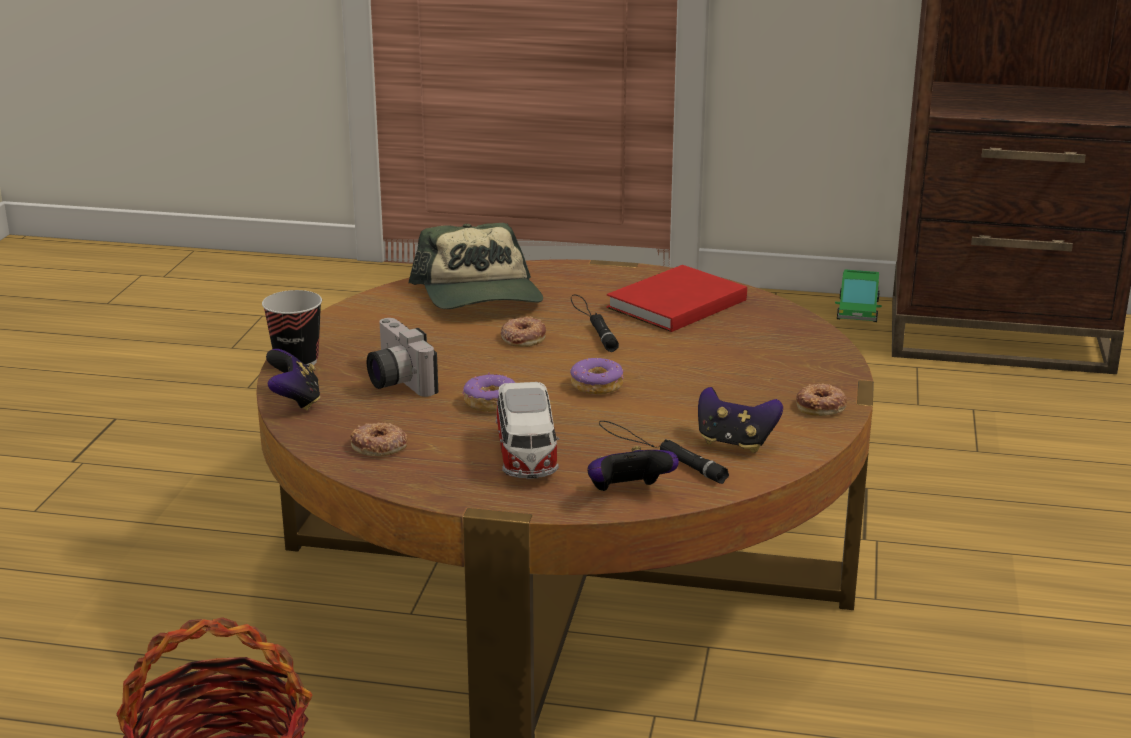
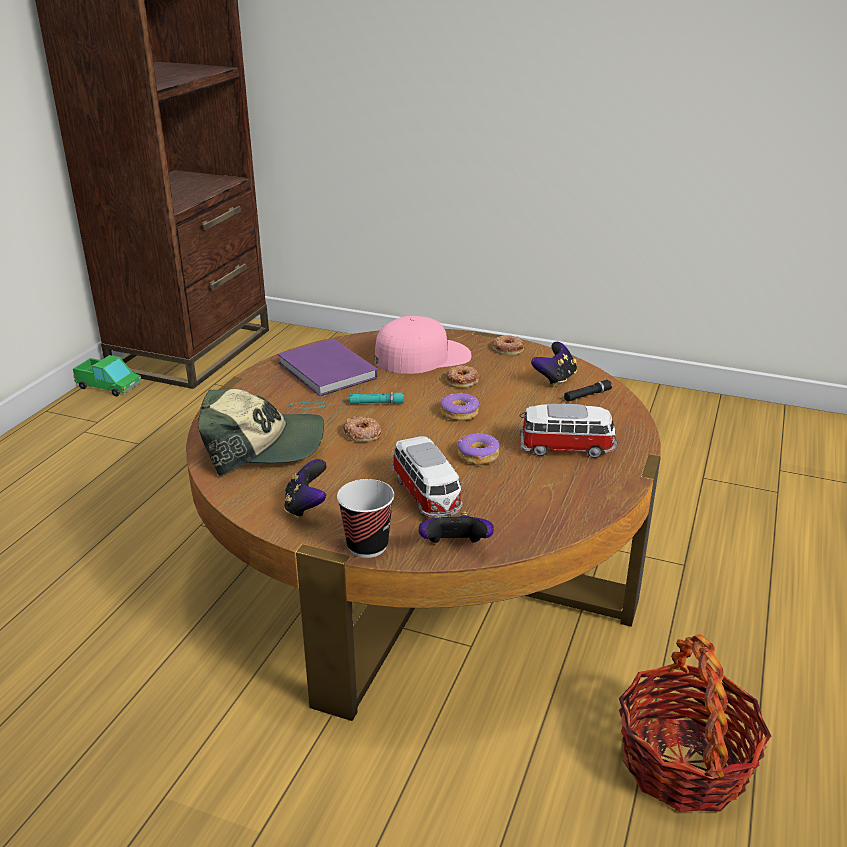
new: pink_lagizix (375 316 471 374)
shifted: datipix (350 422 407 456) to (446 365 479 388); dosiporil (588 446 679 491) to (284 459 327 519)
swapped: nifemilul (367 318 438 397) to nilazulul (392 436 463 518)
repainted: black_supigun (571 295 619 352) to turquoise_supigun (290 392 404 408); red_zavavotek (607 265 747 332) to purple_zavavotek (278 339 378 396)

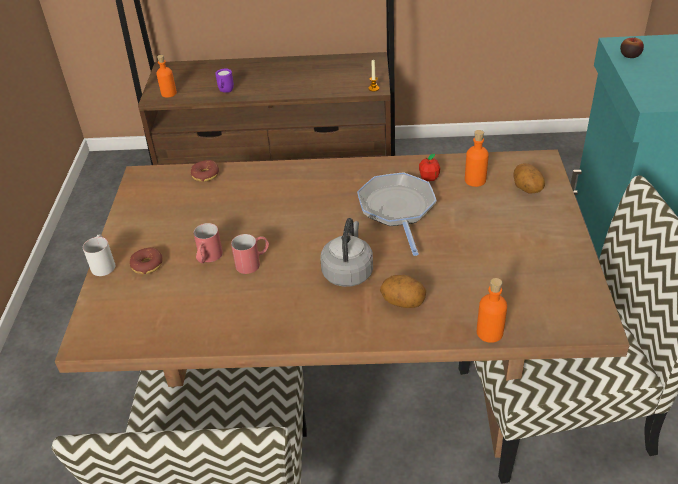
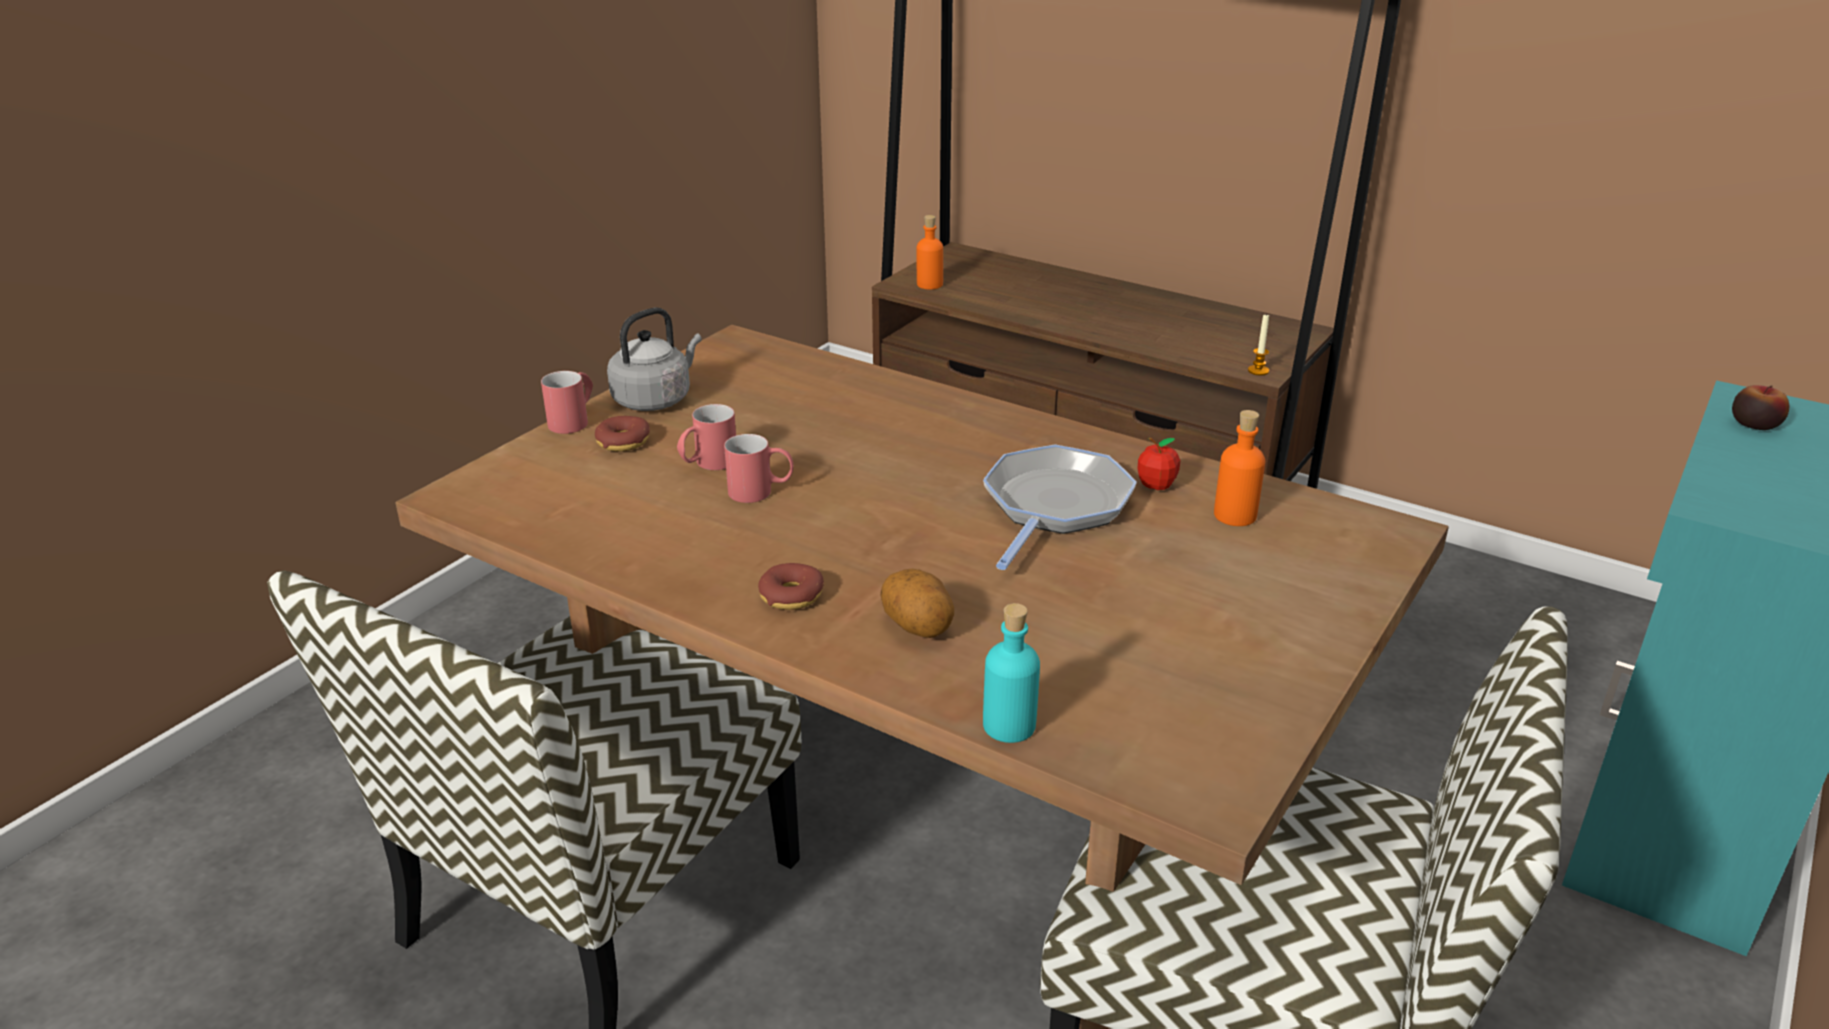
gone: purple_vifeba (215 68 234 93); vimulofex (513 163 545 193)
shifted: datipix (191 160 219 182) to (758 563 824 610); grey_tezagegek (320 218 373 287) to (607 307 701 411)
repainted: white_vifeba (83 235 115 276) to red_vifeba (541 371 593 434); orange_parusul (477 278 507 343) to turquoise_parusul (983 603 1040 743)

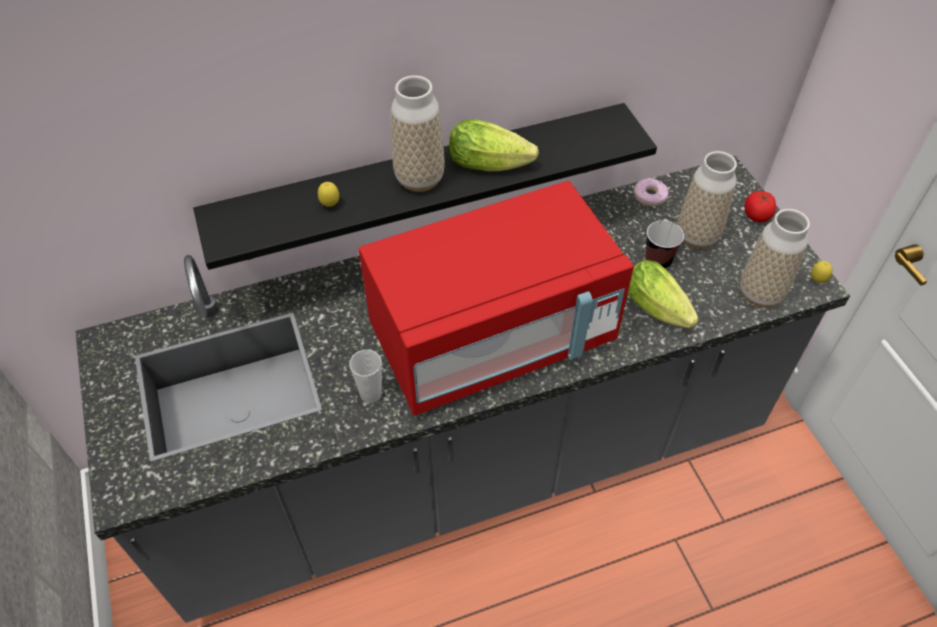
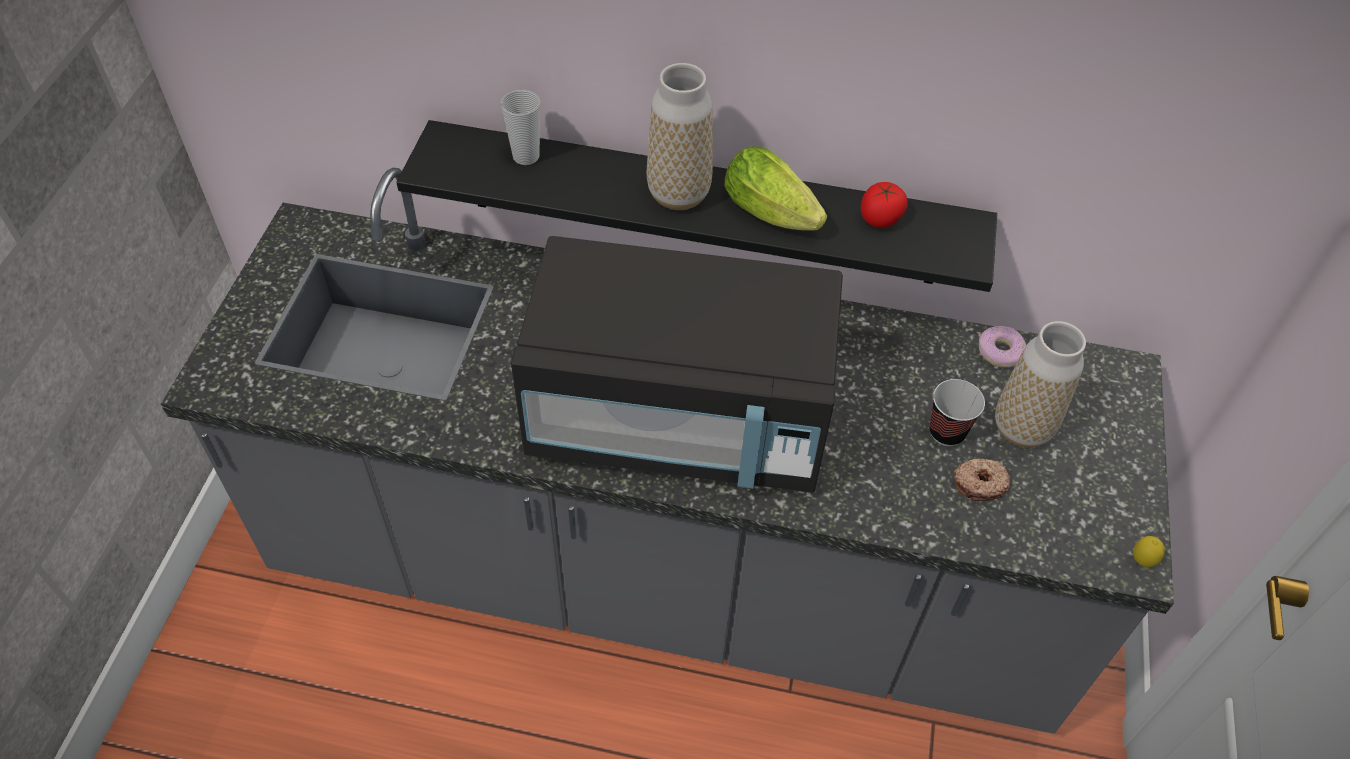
gone: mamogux (318 182 339 207); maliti (628 260 699 328); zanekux (740 209 810 307)
new: datipix (954 459 1010 501)
shifted: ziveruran (349 350 382 403) to (501 89 540 165); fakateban (745 191 776 222) to (861 182 908 228)
repainted: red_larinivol (359 181 634 416) to black_larinivol (511 236 843 493)

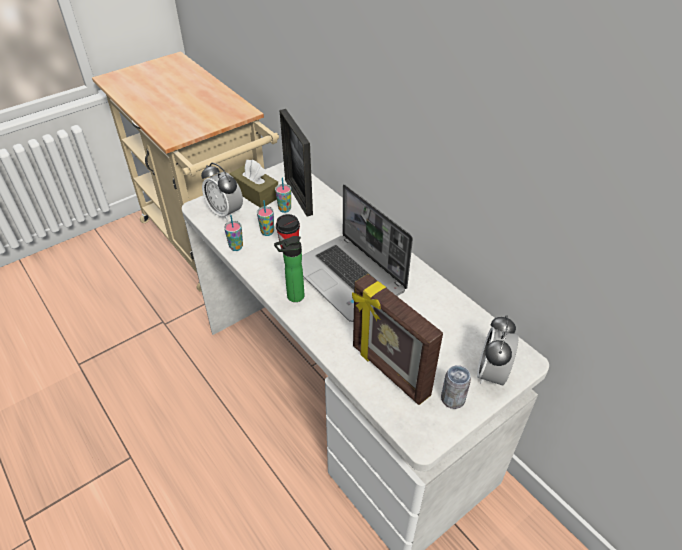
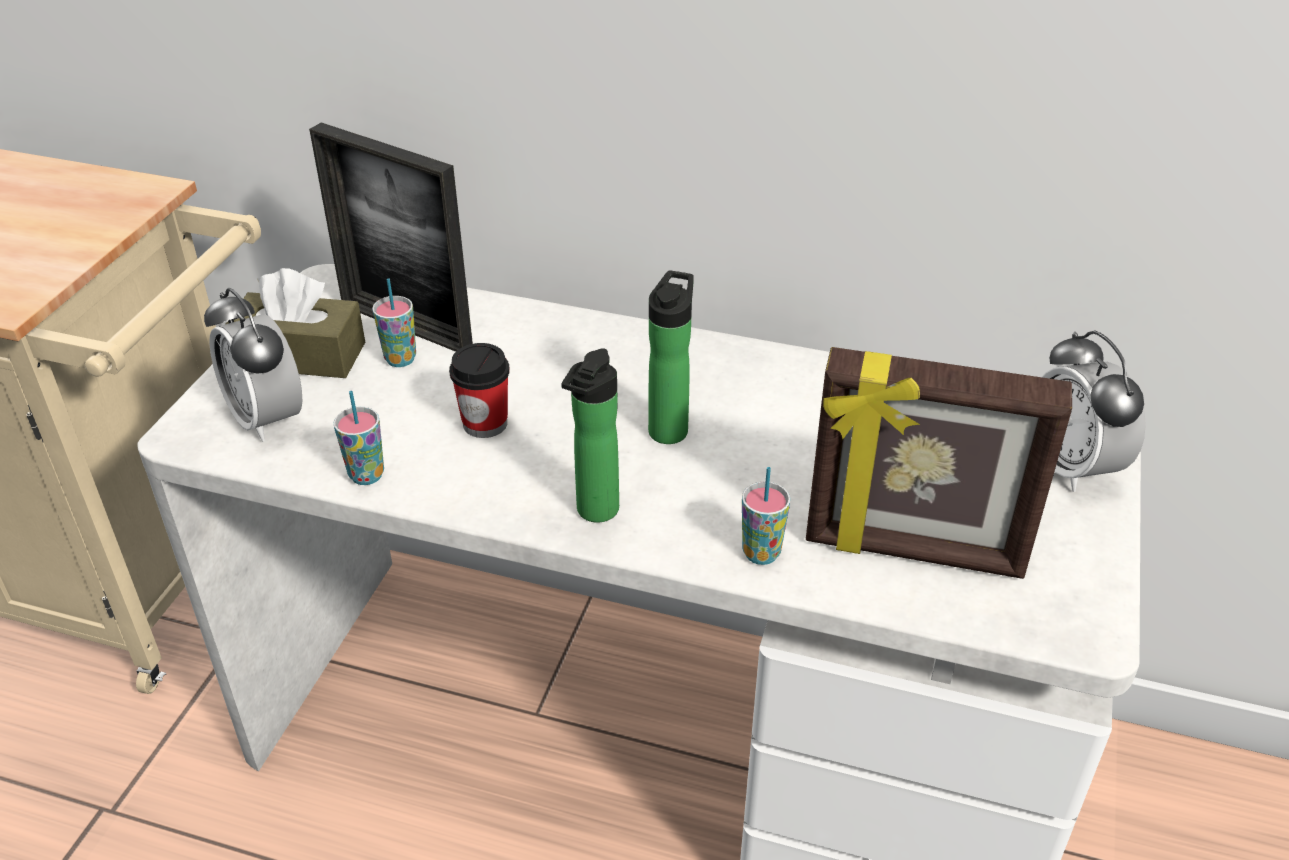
gone: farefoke (441 365 471 409)
shifted: ziveruran (257 200 274 236) to (742 467 790 565)
swapped: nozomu (302 184 413 322) to parusul (648 271 694 444)
rotated: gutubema (201 163 243 221) = (204 288 302 442) 45 degrees clockwise

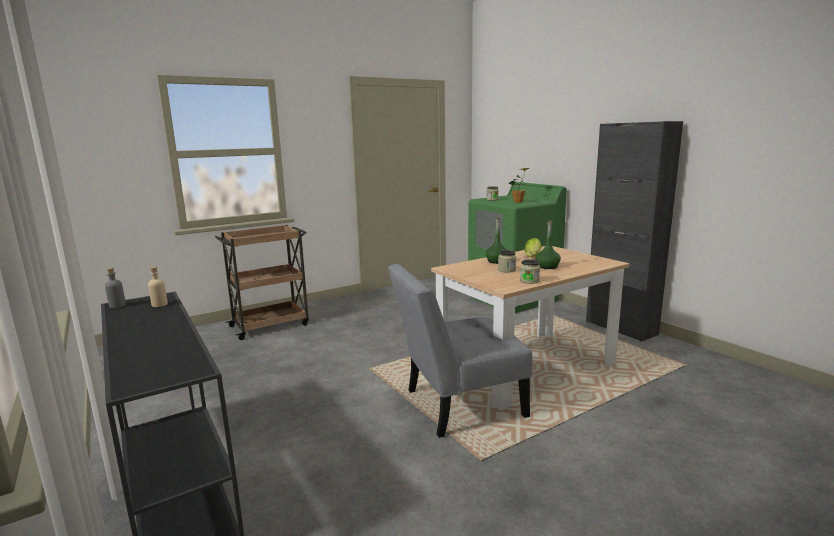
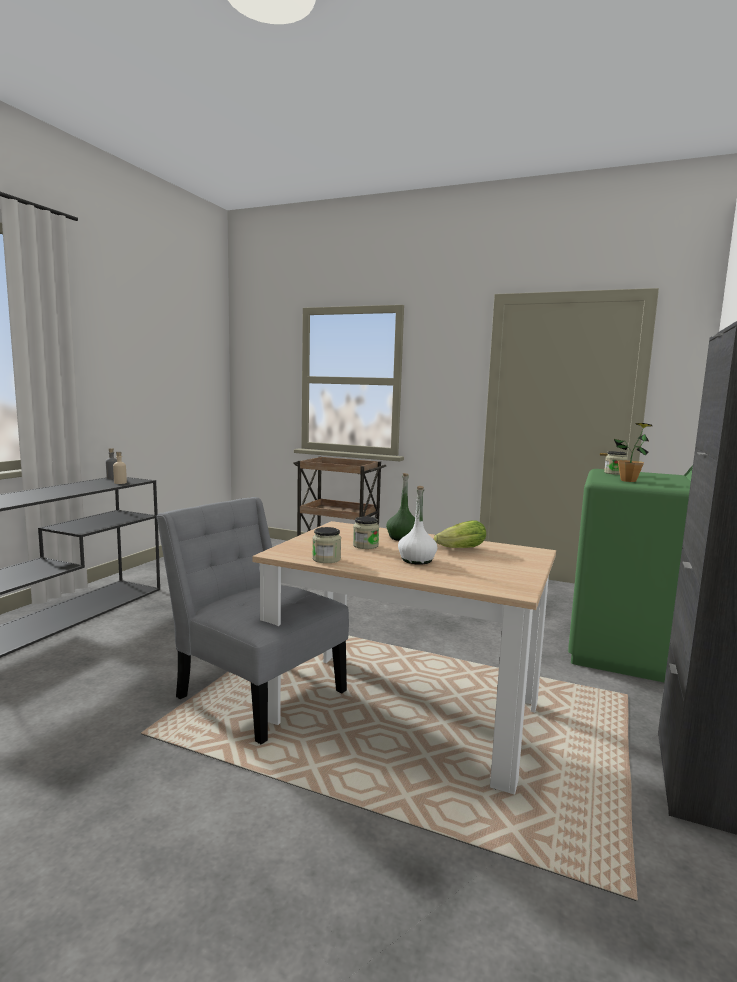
repainted: green_parusul (536 221 561 269) to white_parusul (398 486 438 565)

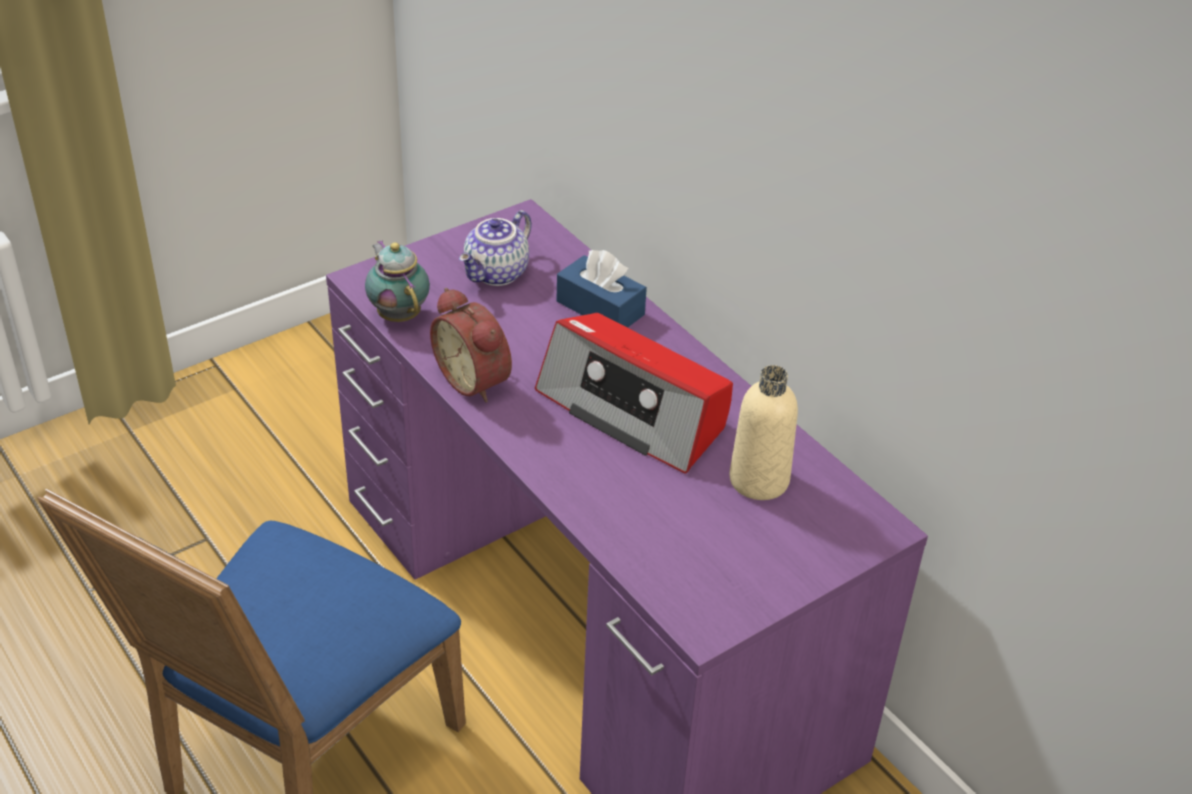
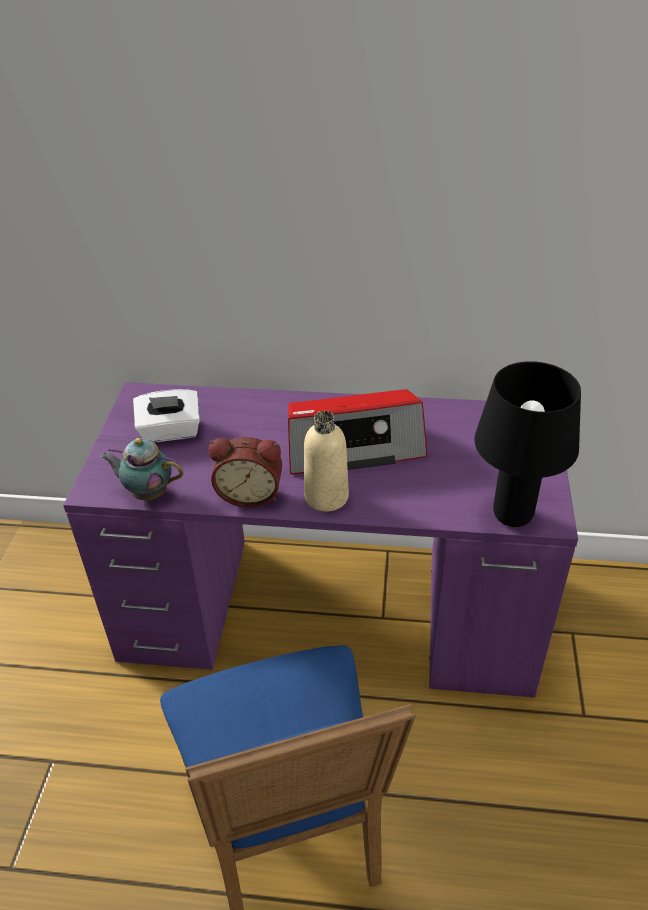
gone: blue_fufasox (557 250 647 328)
new: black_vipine (474 361 581 527)
shifted: beige_parusul (729 365 798 500) to (304 411 349 512)
swapped: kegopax (459 210 532 286) to white_fufasox (133 389 200 443)

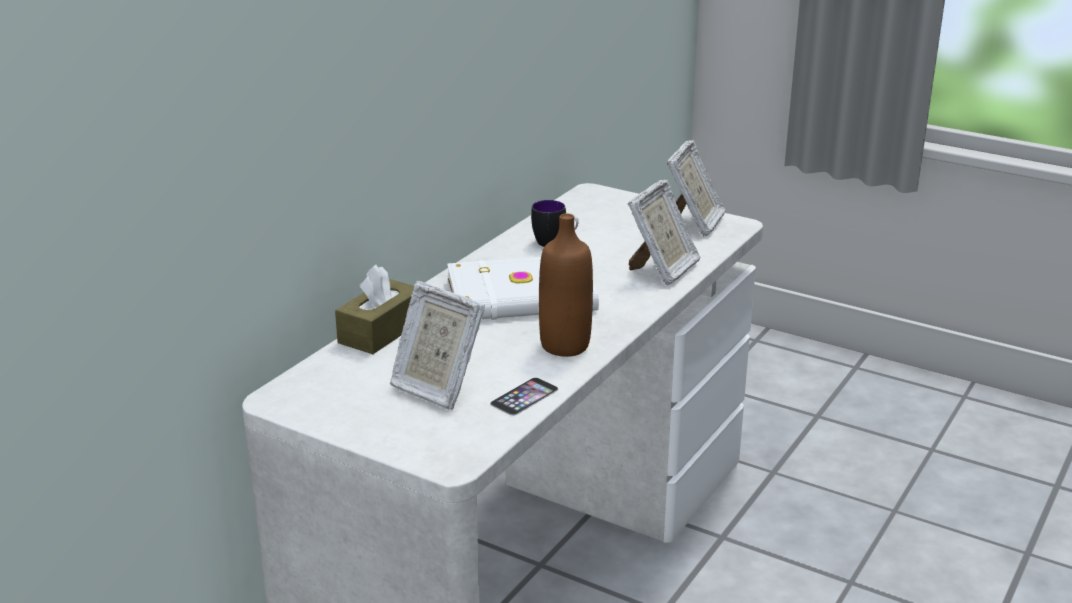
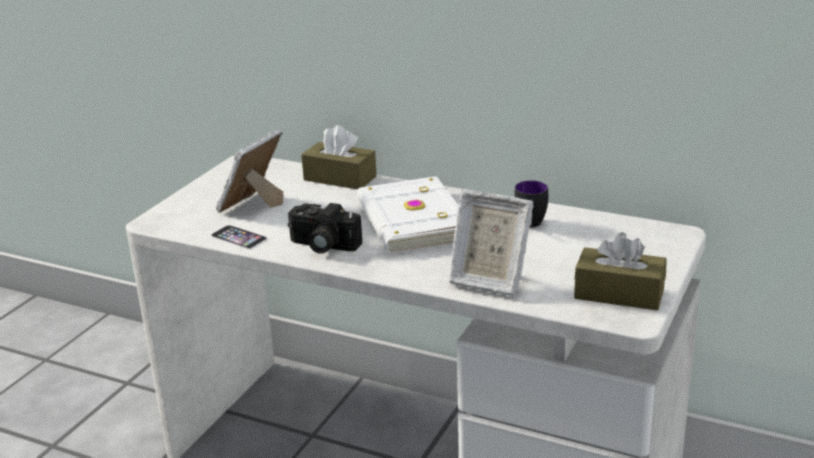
swapped: brown_parusul (539 213 593 357) to nifemilul (288 203 362 254); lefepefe (667 140 726 236) to brown_fufasox (574 232 667 311)

